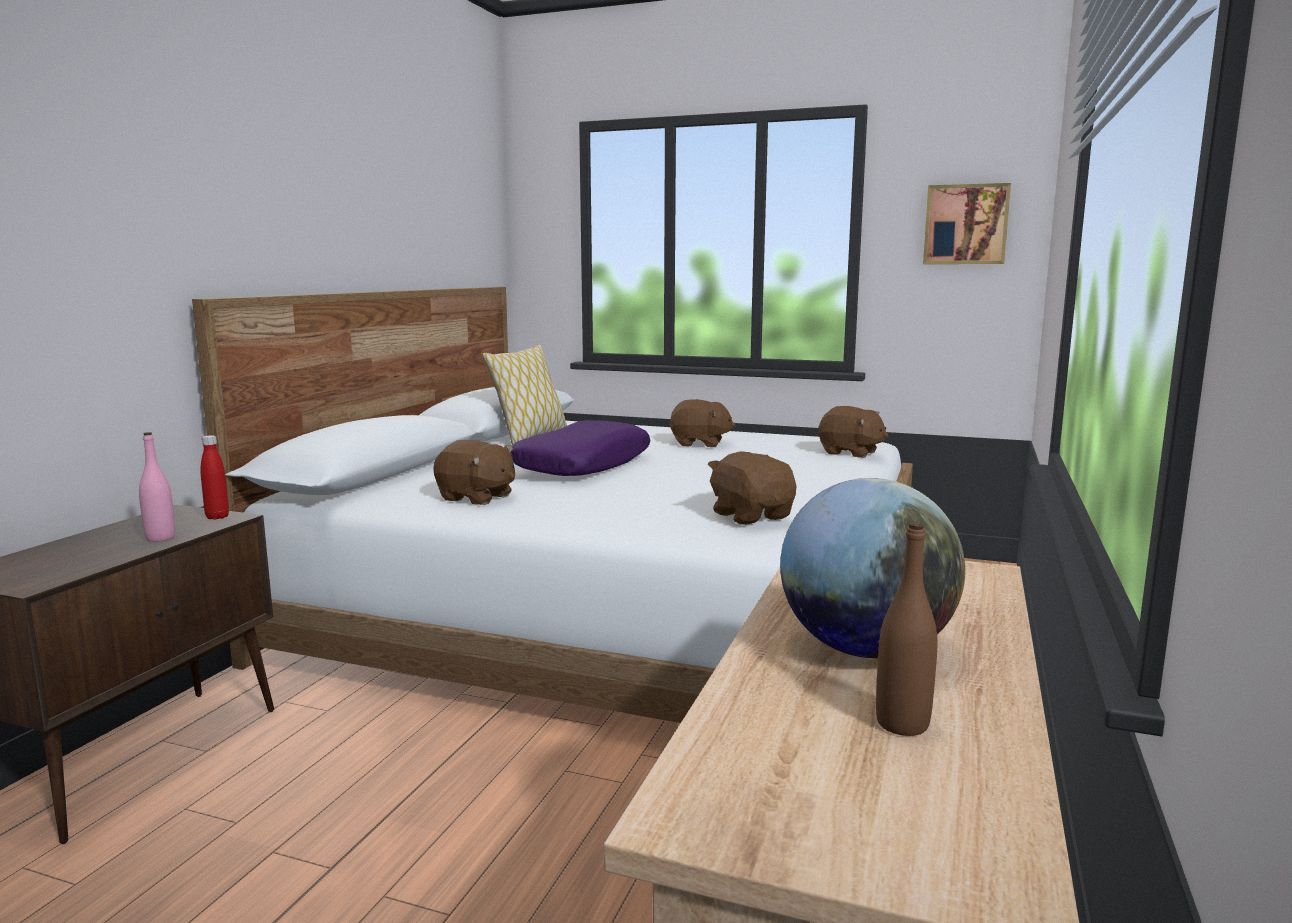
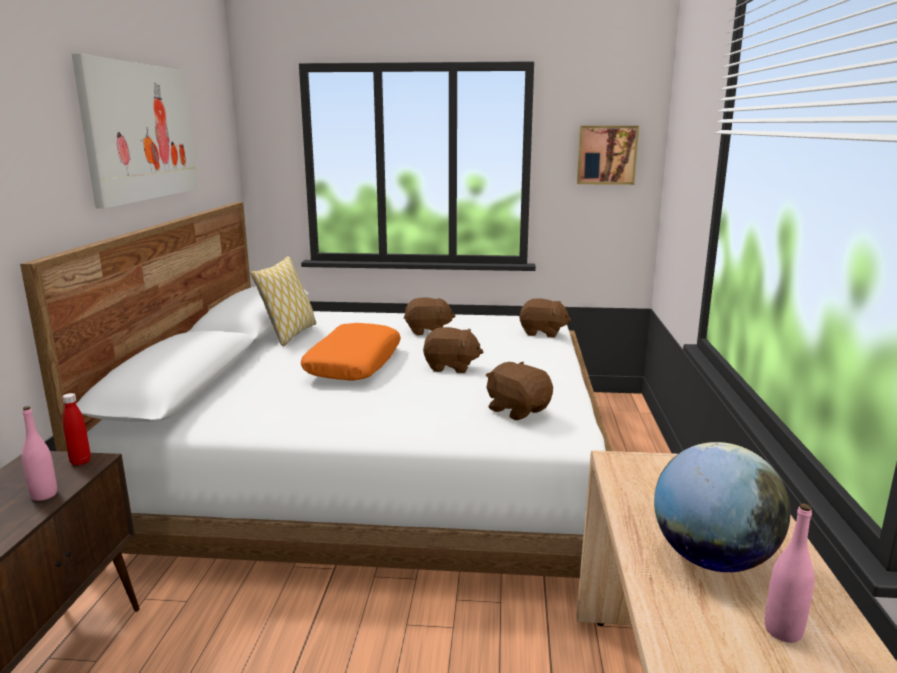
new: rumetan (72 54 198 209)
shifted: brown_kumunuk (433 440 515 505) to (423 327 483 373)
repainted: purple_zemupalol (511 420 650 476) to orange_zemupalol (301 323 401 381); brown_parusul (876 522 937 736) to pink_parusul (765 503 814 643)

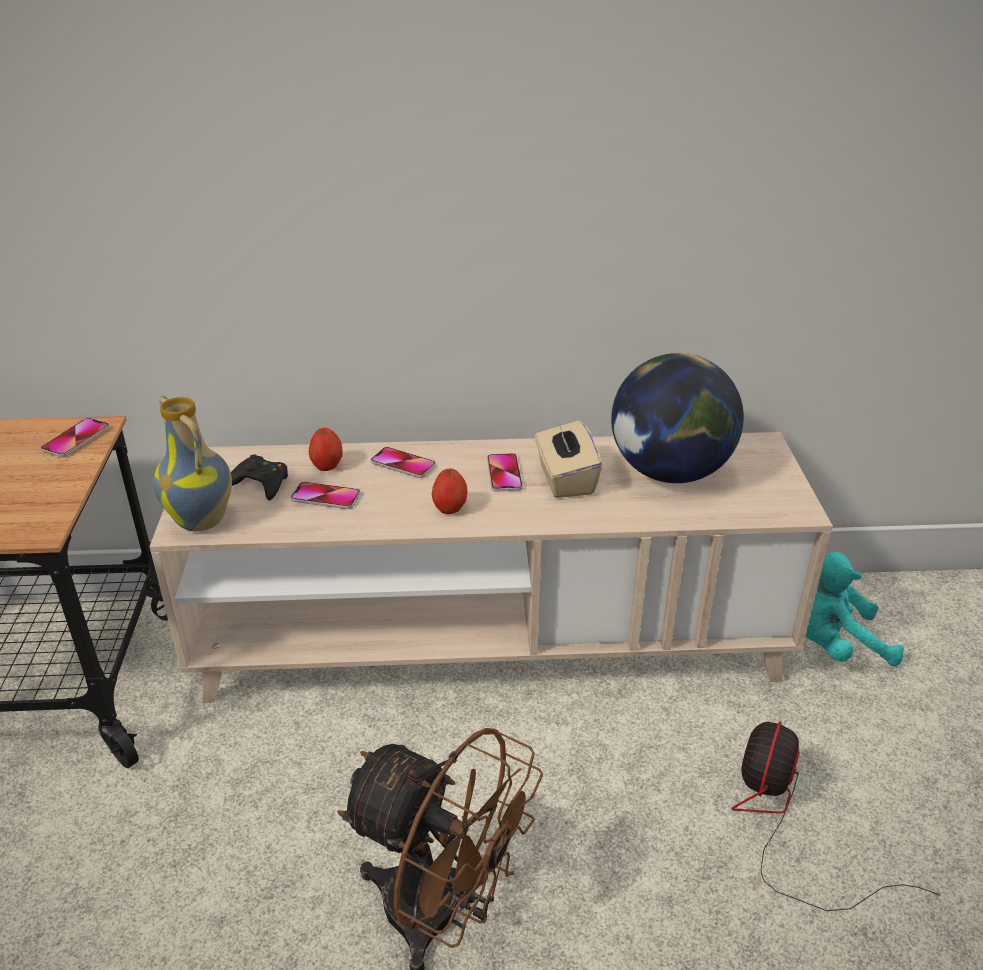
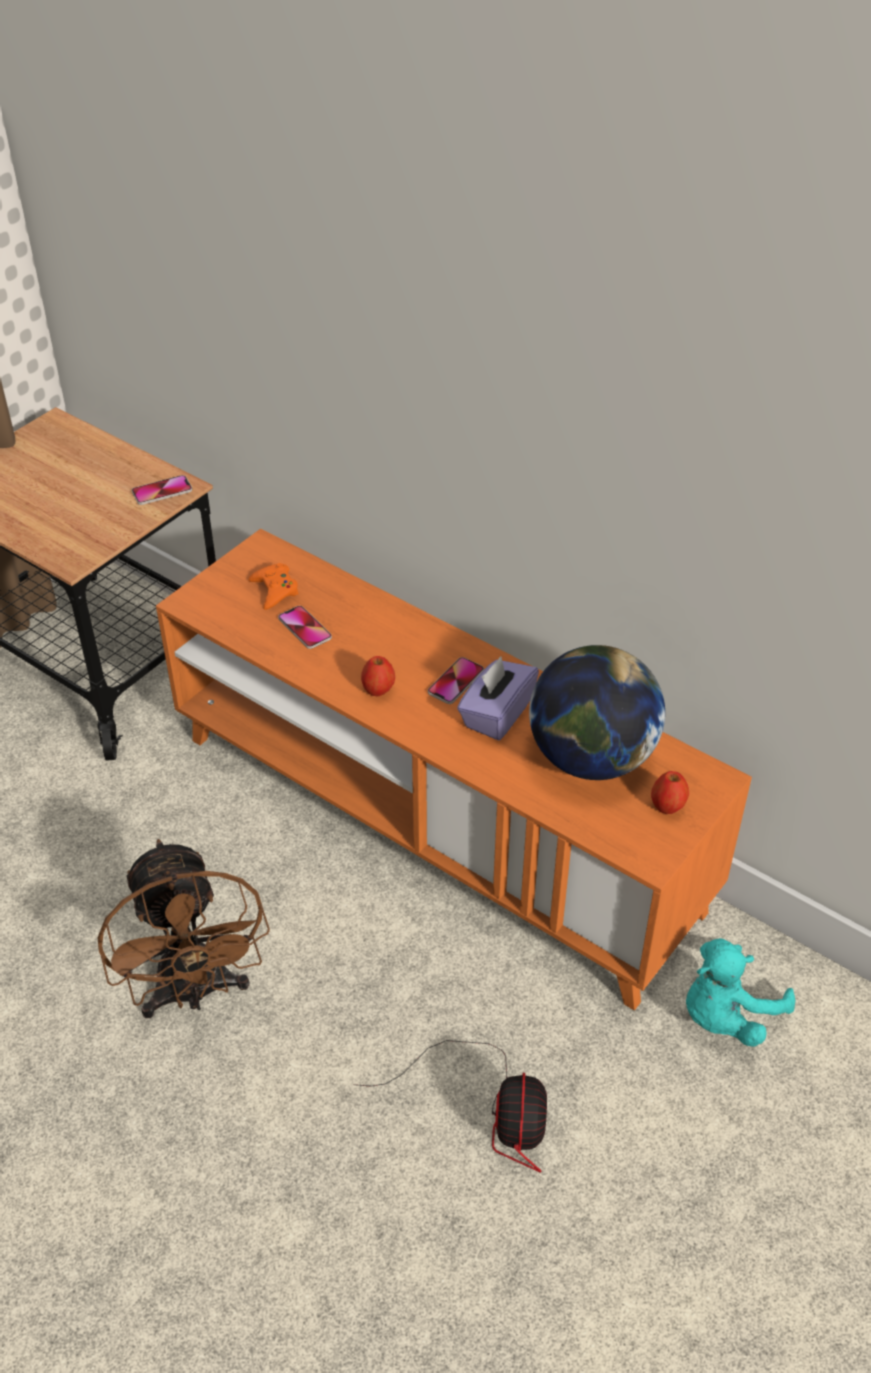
gone: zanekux (153 396 232 532); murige (371 447 436 478)
shifted: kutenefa (309 428 343 471) to (651 771 689 814)
repainted: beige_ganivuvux (149 432 833 703) to orange_ganivuvux (156 529 752 1011); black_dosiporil (231 454 288 500) to orange_dosiporil (248 563 299 610); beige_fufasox (535 418 602 498) to purple_fufasox (457 656 539 741)
rotated: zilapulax (732 721 940 911) = (353 1040 547 1173) 120 degrees clockwise; turquoise_kumunuk (805 552 904 666) = (686 938 795 1047) 75 degrees counterclockwise

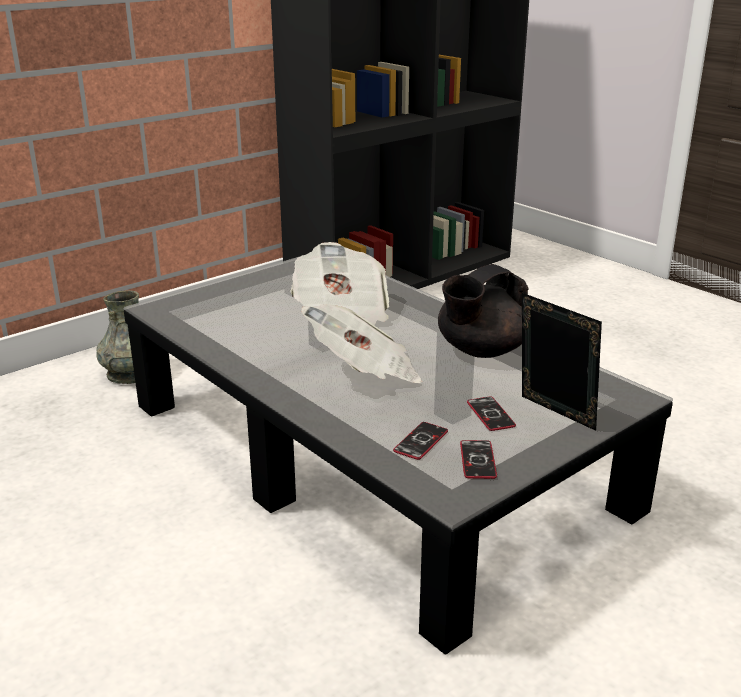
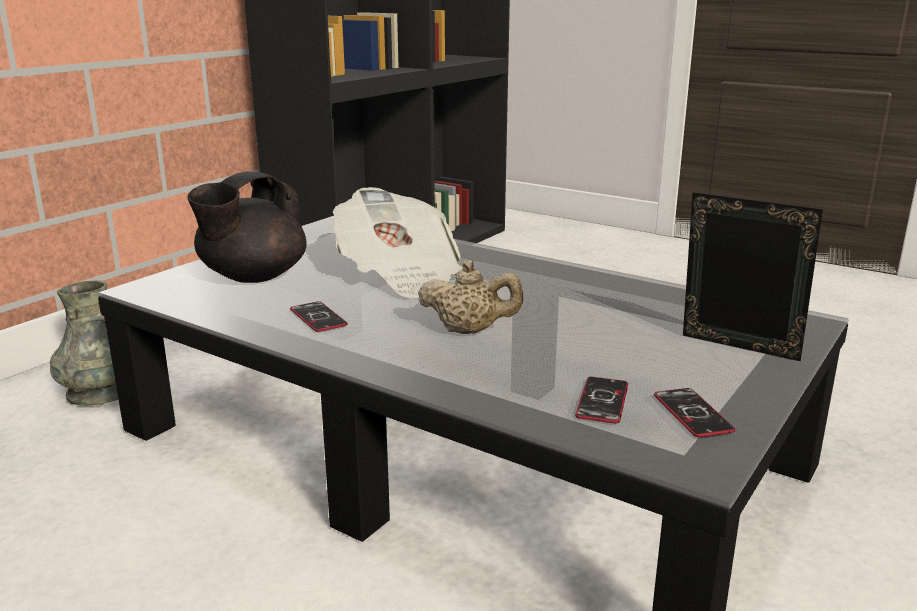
shifted: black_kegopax (438 264 529 358) to (187 171 307 283); murige (467 396 516 431) to (290 301 348 332)
swapped: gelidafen (301 304 423 383) to beige_kegopax (418 260 524 334)

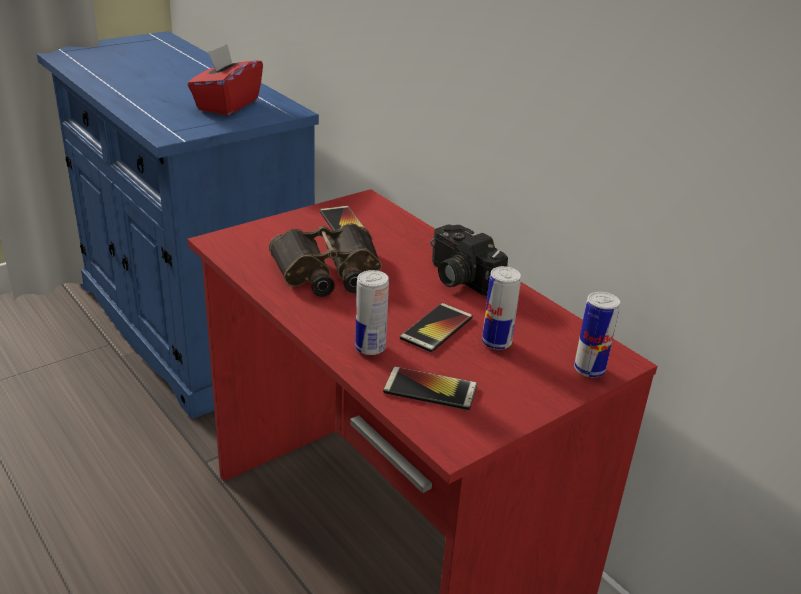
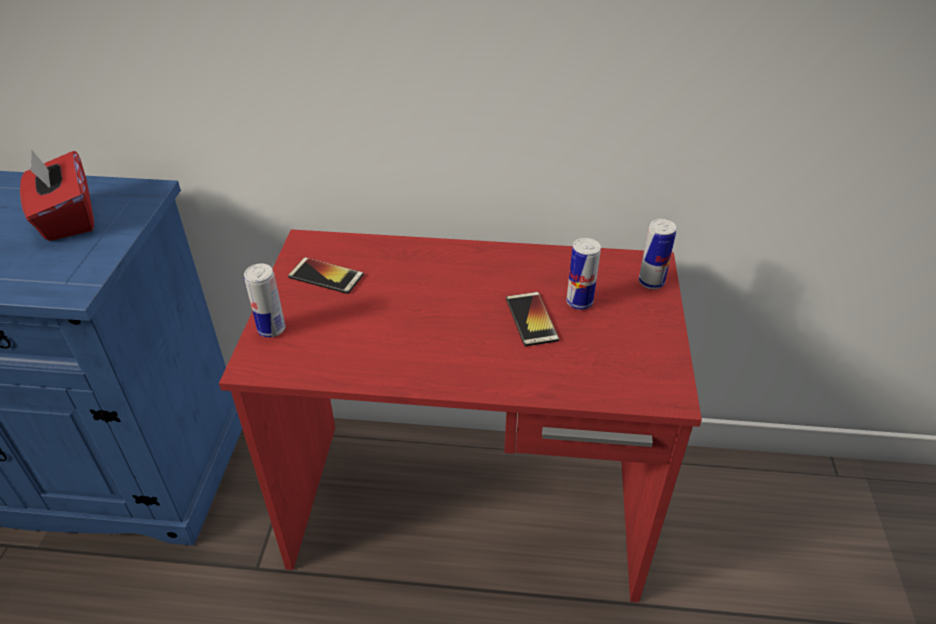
gone: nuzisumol (269 223 382 297); murige (383 367 477 410); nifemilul (430 224 508 296)
shifted: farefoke (355 270 389 355) to (244 263 285 337)

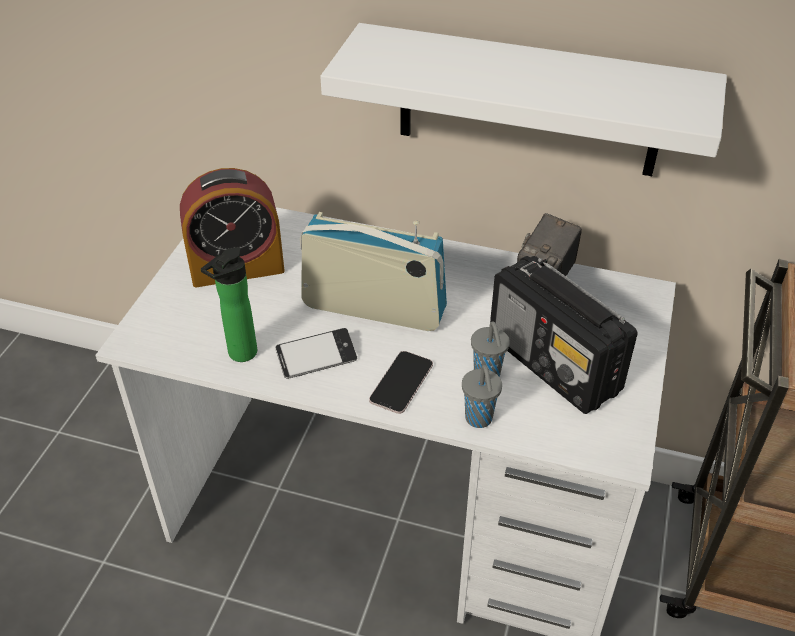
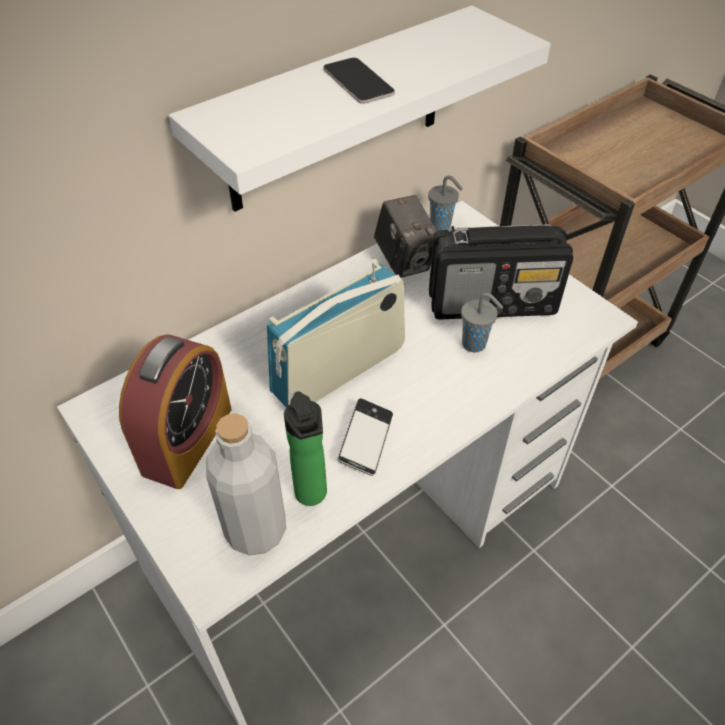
new: grey_parusul (206 413 286 556)
shifted: murige (369 351 433 414) to (323 57 395 104); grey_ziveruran (462 365 502 428) to (428 175 463 231)

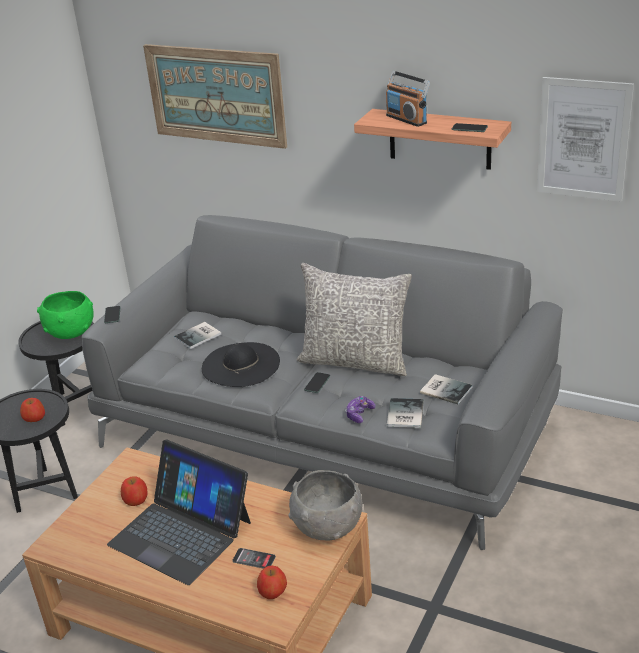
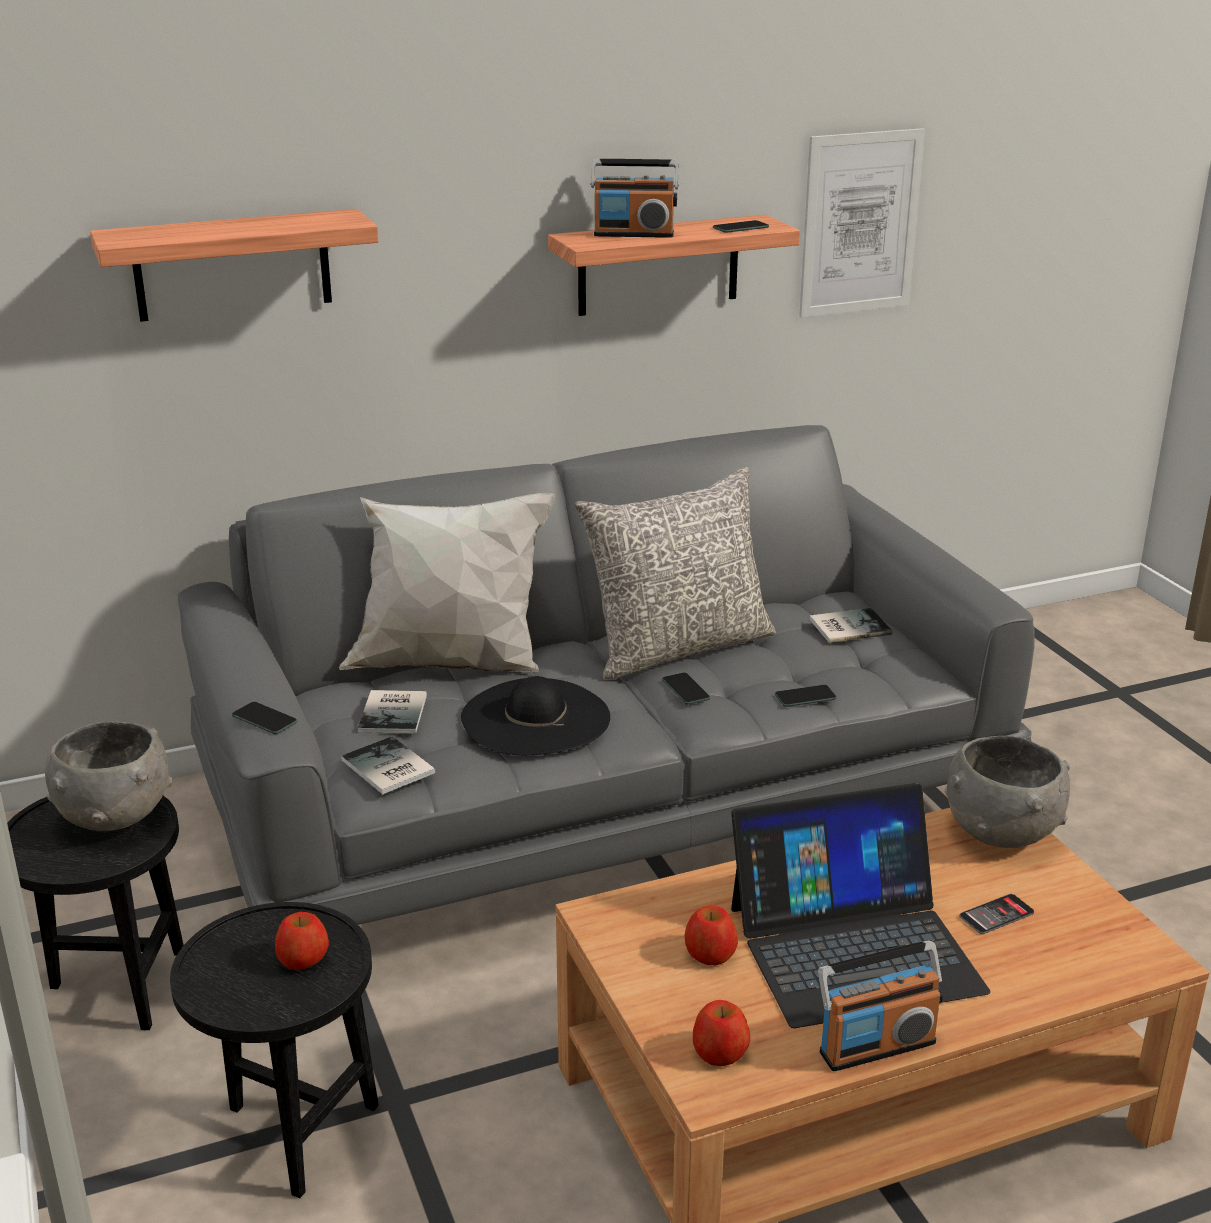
new: white_zemupalol (339 493 556 672); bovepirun (818 940 943 1071)
shifted: kutenefa (257 566 287 599) to (693 1000 750 1066); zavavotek (387 398 424 428) to (341 736 435 795)
swapped: rumetan (143 44 287 149) to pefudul (90 209 379 322); dosiporil (345 396 376 423) to murige (775 685 837 707)
repainted: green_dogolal (37 291 94 339) to grey_dogolal (45 721 172 831)

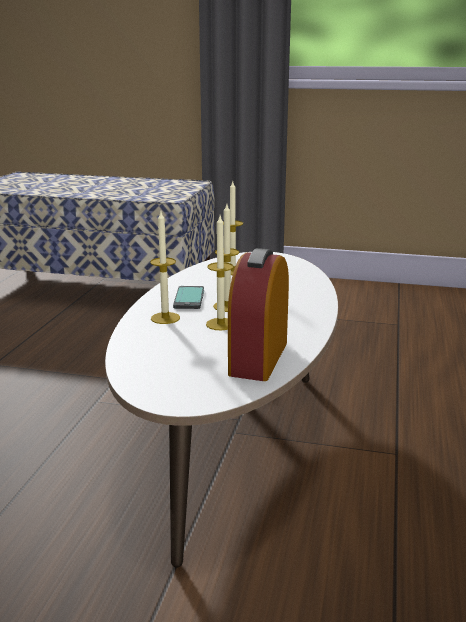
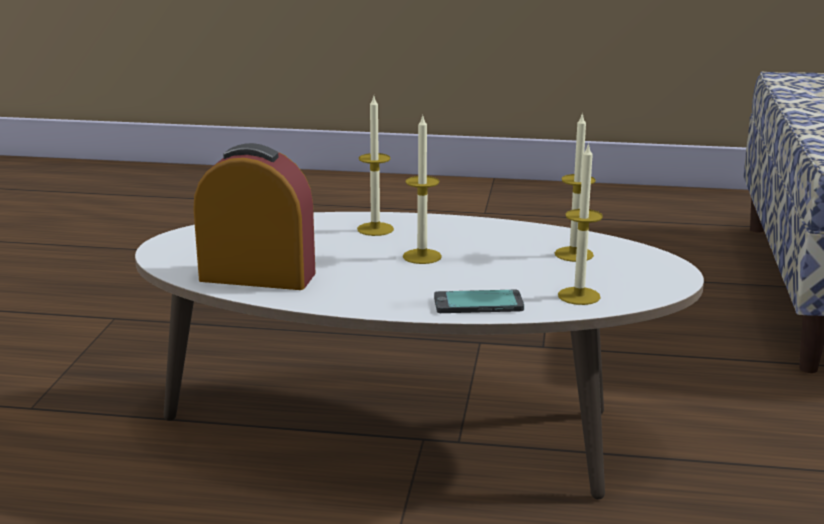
shifted: murige (173 286 204 309) to (434 290 524 313); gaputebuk (206 216 234 330) to (558 143 603 305)

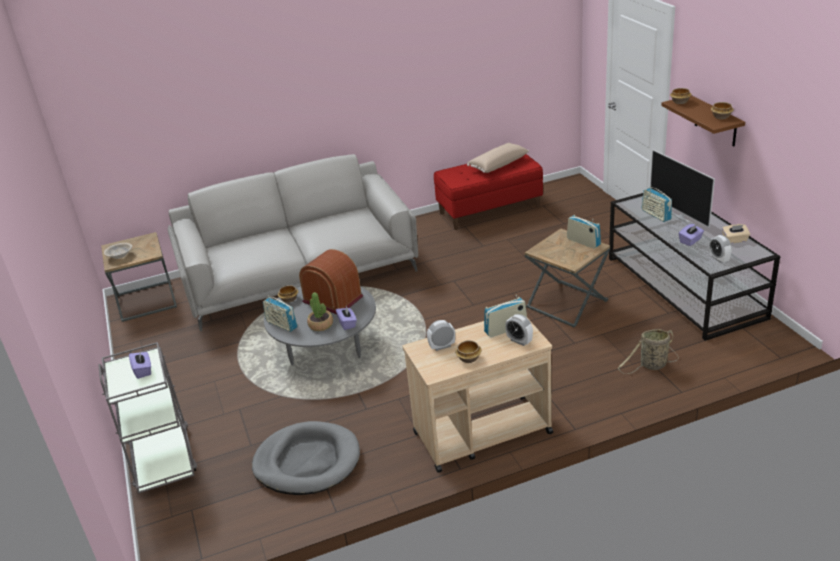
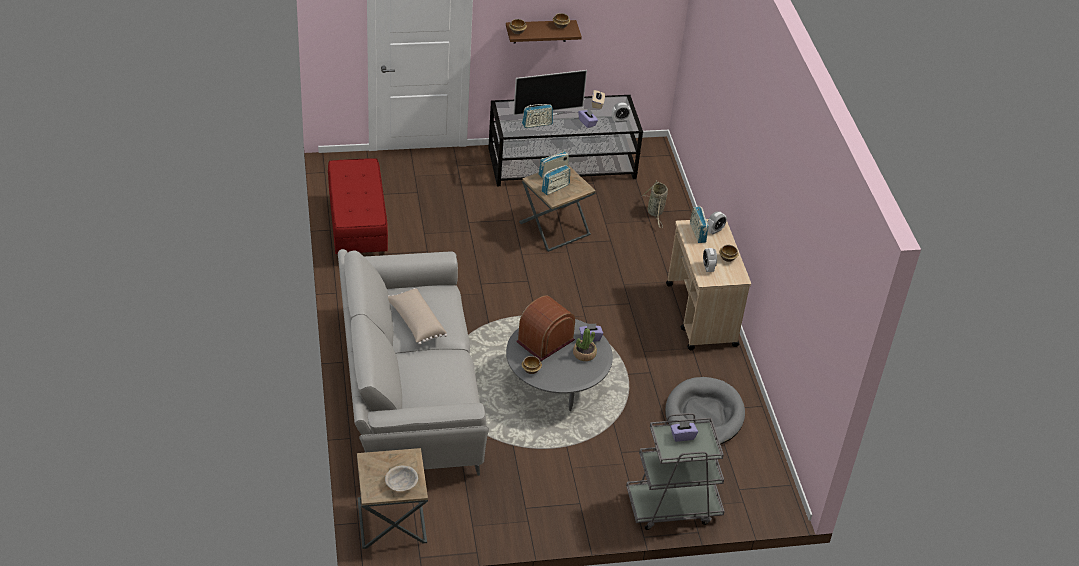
shifted: bovepirun (263 295 298 332) to (541 165 570 195); beige_zemupalol (467 143 529 173) to (388 288 447 345)

